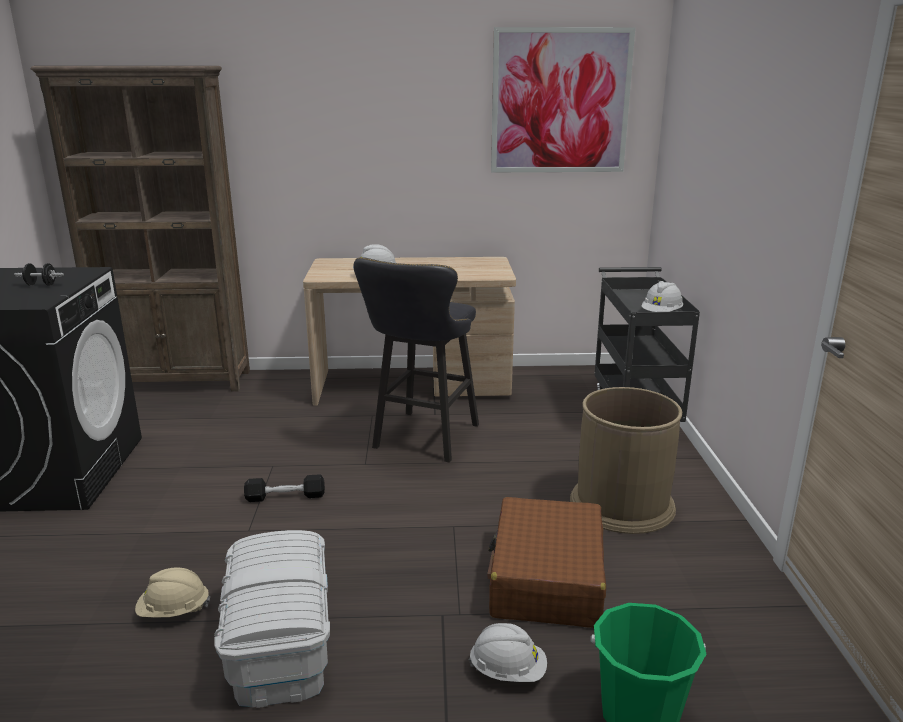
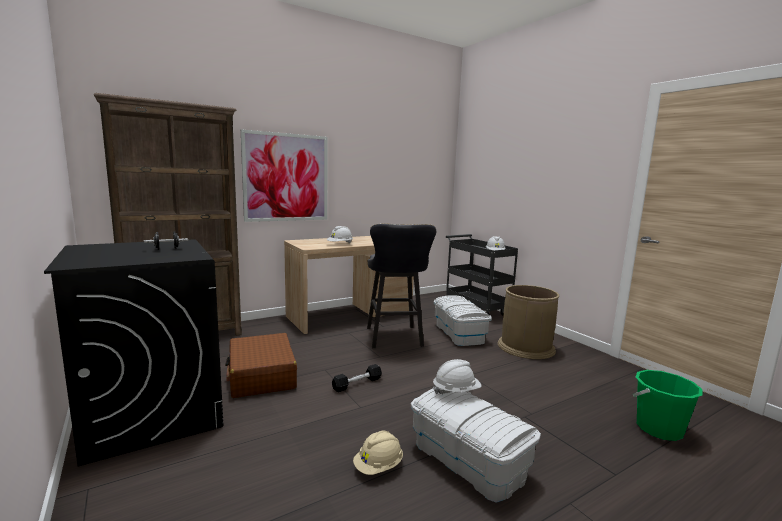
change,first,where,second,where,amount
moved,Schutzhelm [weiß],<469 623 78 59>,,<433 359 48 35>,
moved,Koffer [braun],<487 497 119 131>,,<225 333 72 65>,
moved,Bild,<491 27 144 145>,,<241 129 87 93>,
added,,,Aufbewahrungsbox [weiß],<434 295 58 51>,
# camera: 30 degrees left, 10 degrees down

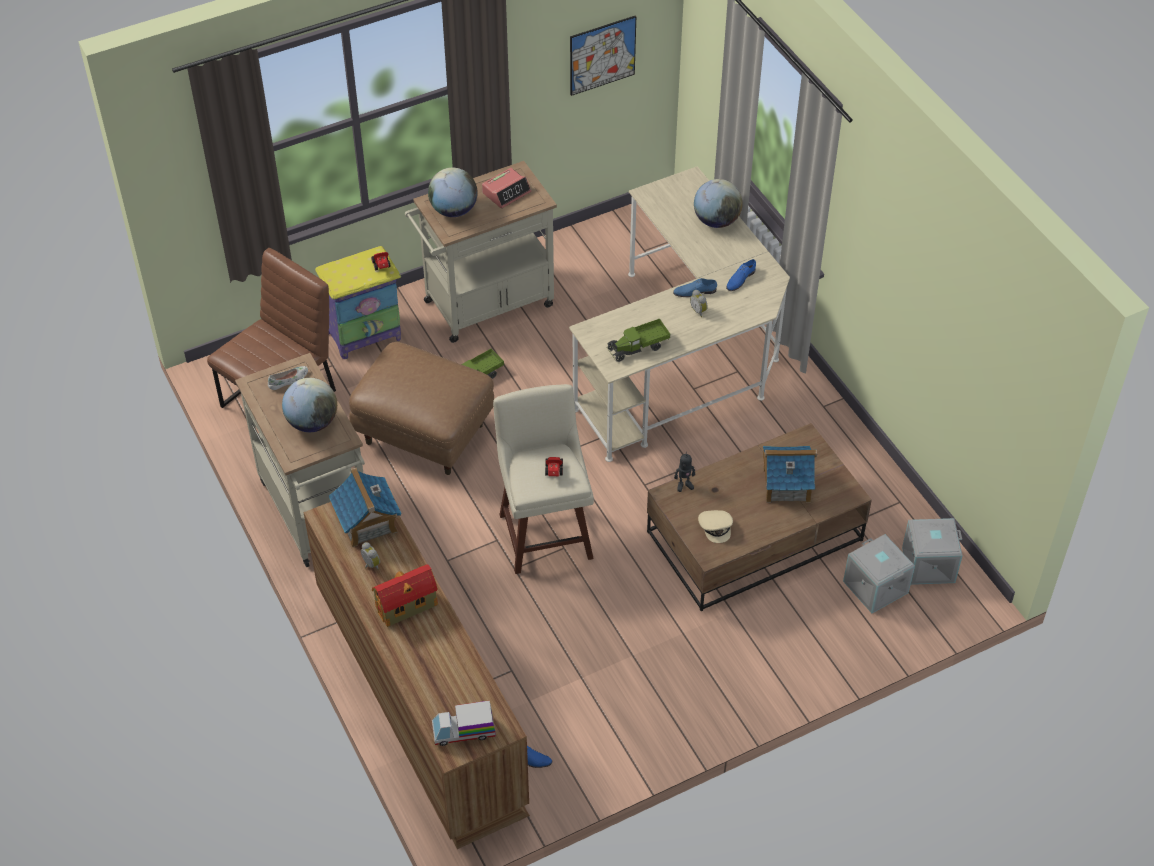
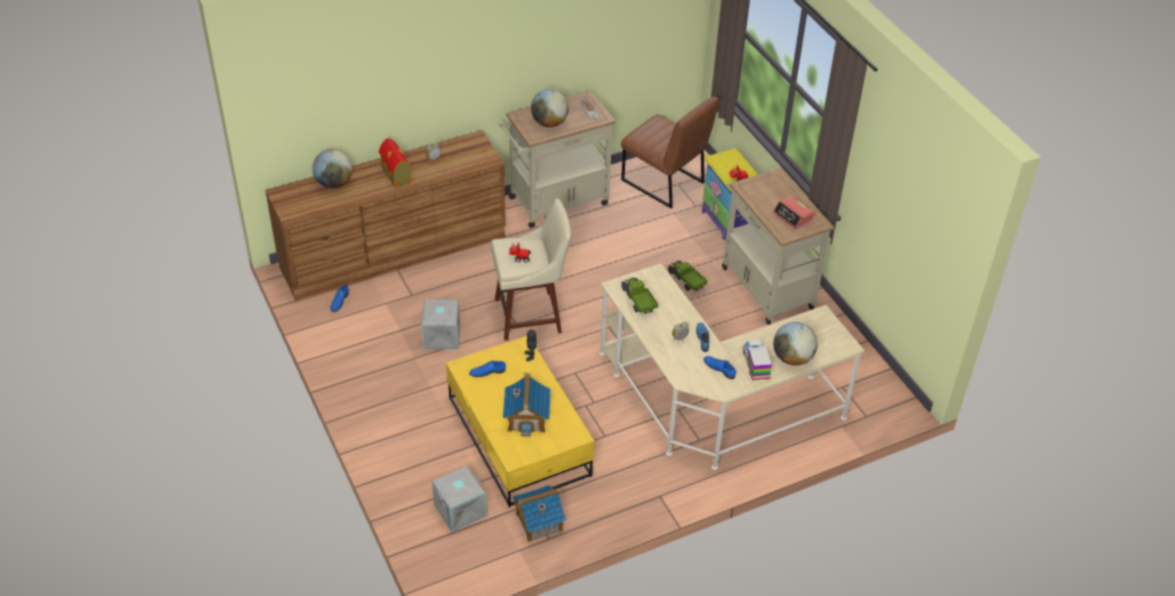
change,first,where,second,where,amount
moved,Spielzeughaus,<329 468 73 79>,,<512 485 54 57>,
removed,Polsterhocker [braun],<349 342 145 133>,,,
moved,Globus,<428 168 50 49>,,<313 149 39 40>,
moved,Spielzeuglaster,<432 700 64 46>,,<743 340 29 40>,
removed,Bild,<570 15 66 81>,,,
recoloured,Couchtisch [braun],<647 423 225 188>,Couchtisch [gelb],<446 336 148 171>,
replaced,Kappe [beige],<698 510 35 33>,Schuh [blau],<469 361 37 16>,
moved,Aufbewahrungsbox [grau],<902 518 61 67>,,<421 298 39 51>,
# camera: 90 degrees right, 5 degrees down

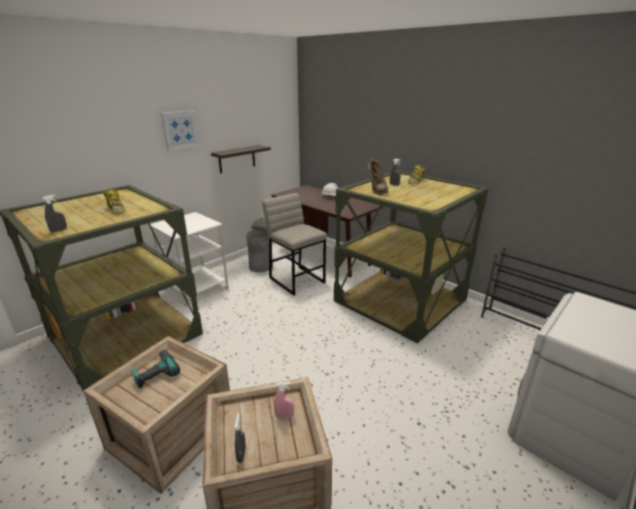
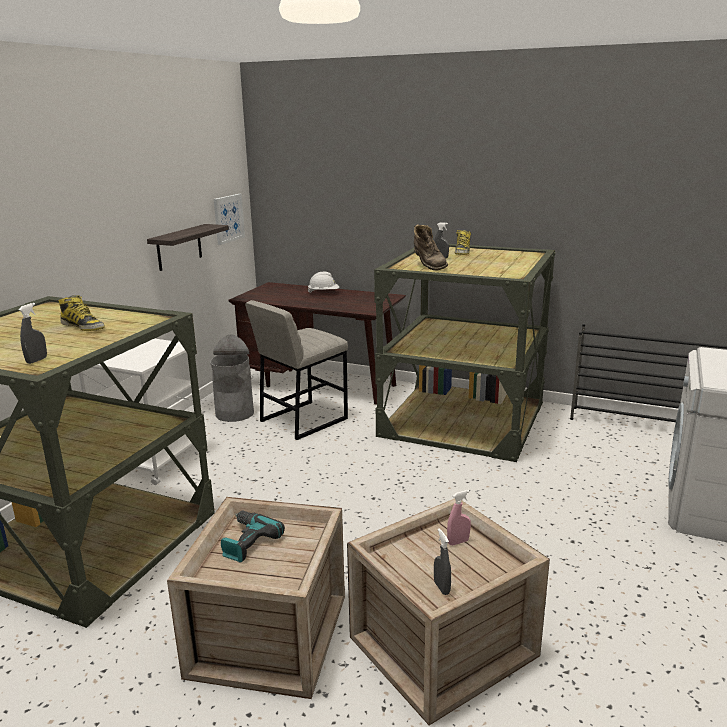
change,first,where,second,where,amount
moved,Bild,<161 110 39 41>,,<214 194 31 51>,
turned,Stuhl [grau],<262 193 65 103>,,<245 300 103 140>,75 degrees counterclockwise
# camera: 20 degrees left, 5 degrees down

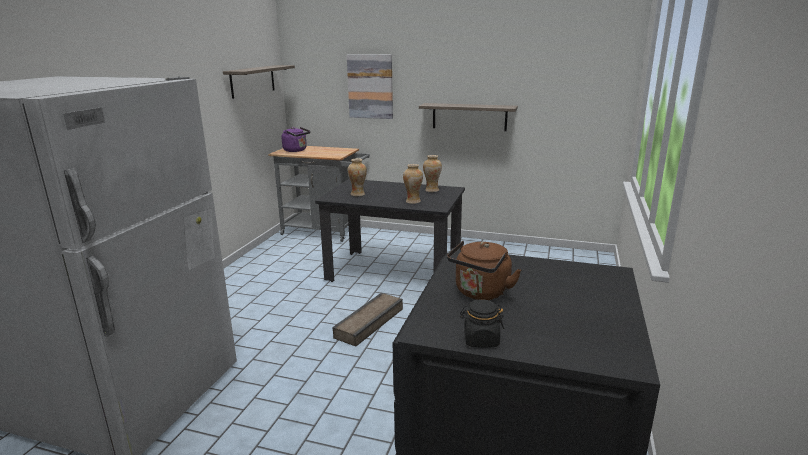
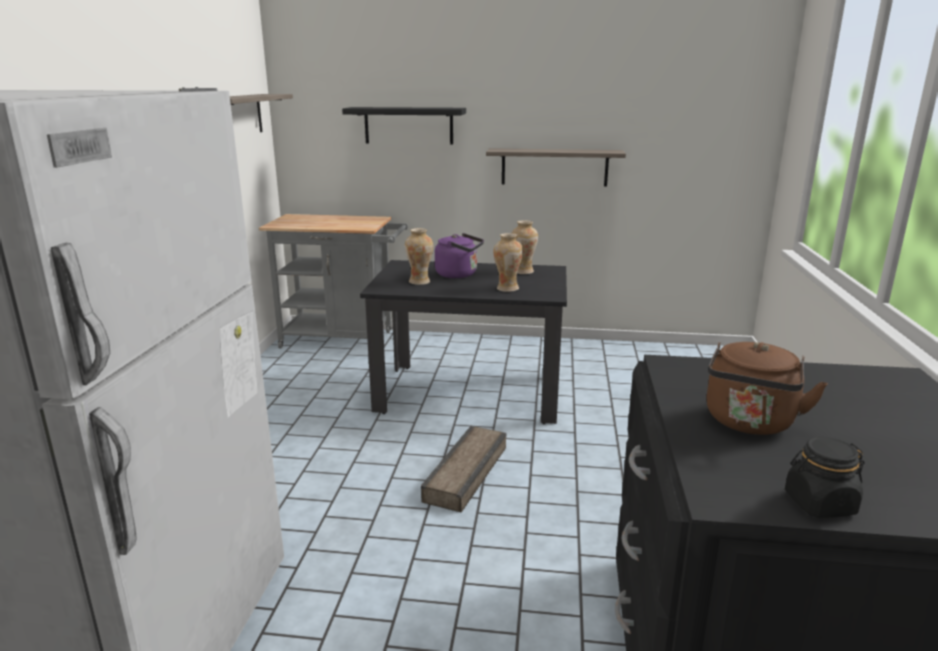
change,first,where,second,where,amount
moved,Wasserkessel [lila],<281 127 29 25>,,<435 233 49 45>,
replaced,Bild,<347 54 46 65>,Wandregal [schwarz],<342 107 124 38>,
# camera: 10 degrees left, 0 degrees up

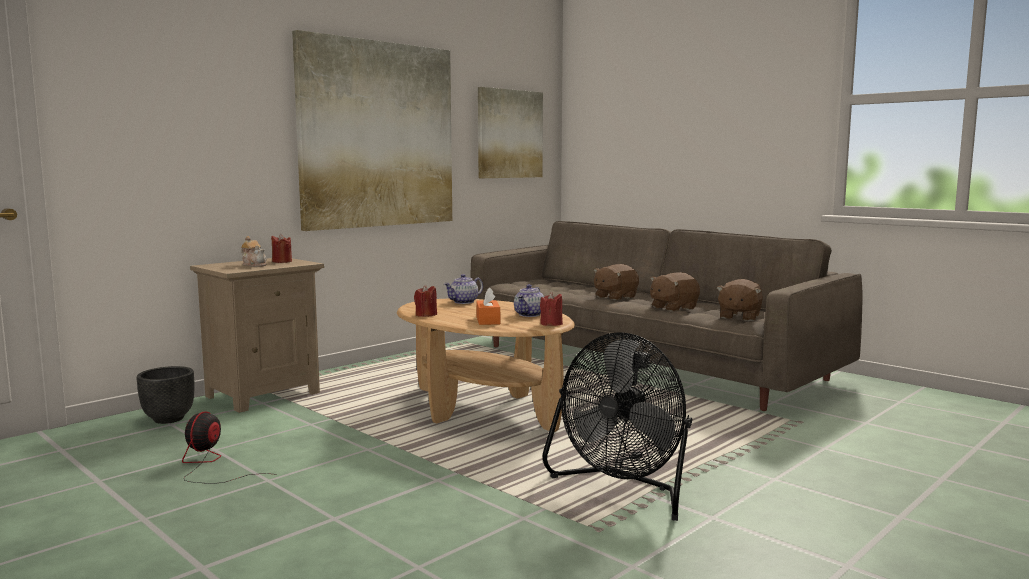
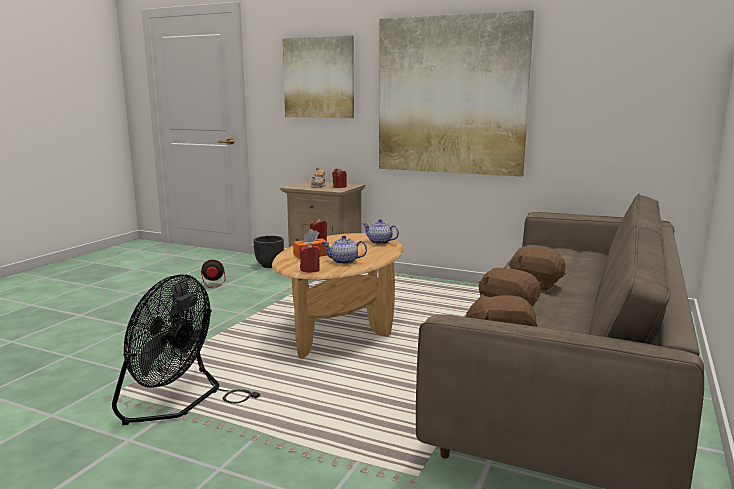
change,first,where,second,where,amount
moved,Bild,<478 87 65 91>,,<282 35 72 83>,
# camera: 70 degrees right, 5 degrees up

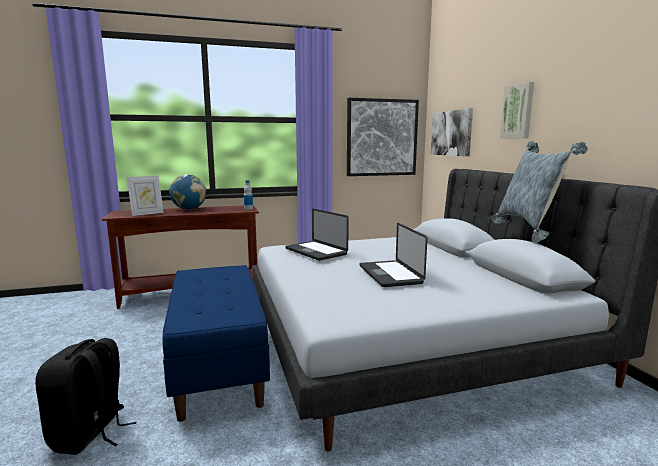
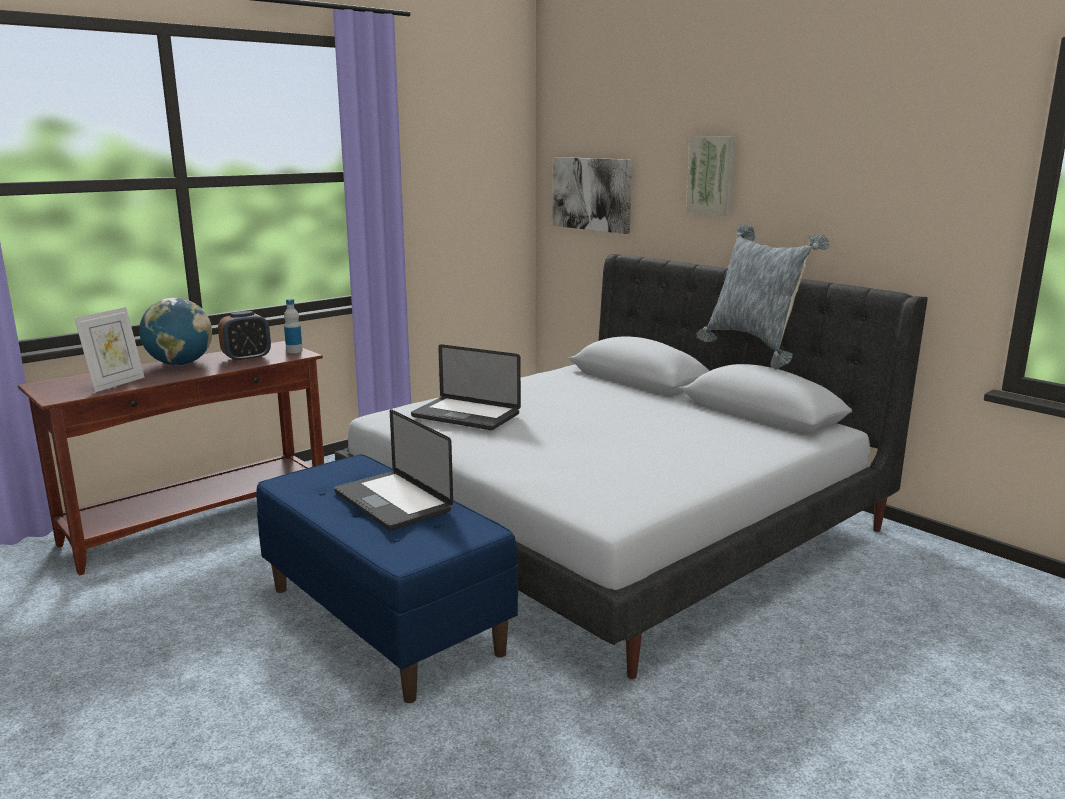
change,first,where,second,where,amount
removed,Rucksack [schwarz],<35 338 102 117>,,,
removed,Bild,<347 98 72 78>,,,
moved,Laptop,<360 223 67 64>,,<334 409 119 121>,
added,,,Wecker,<218 311 53 51>,
# camera: 25 degrees left, 5 degrees up

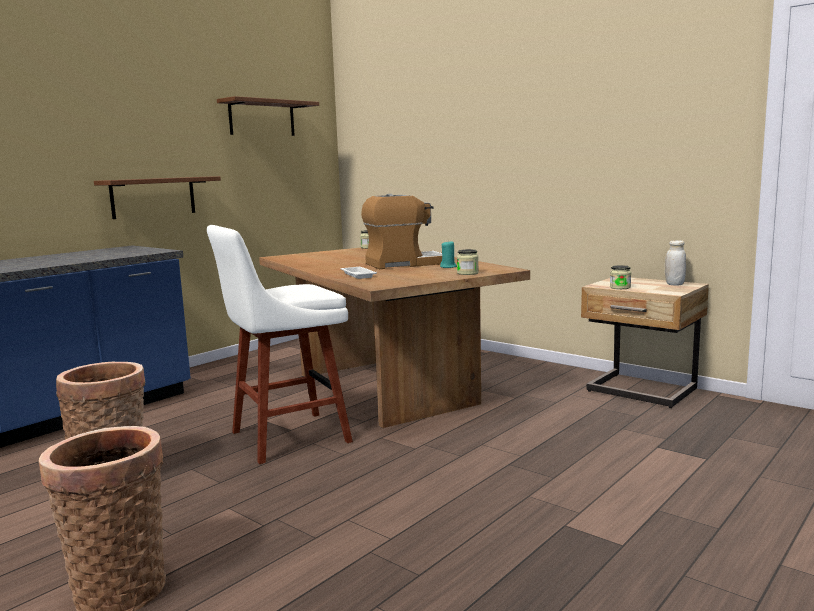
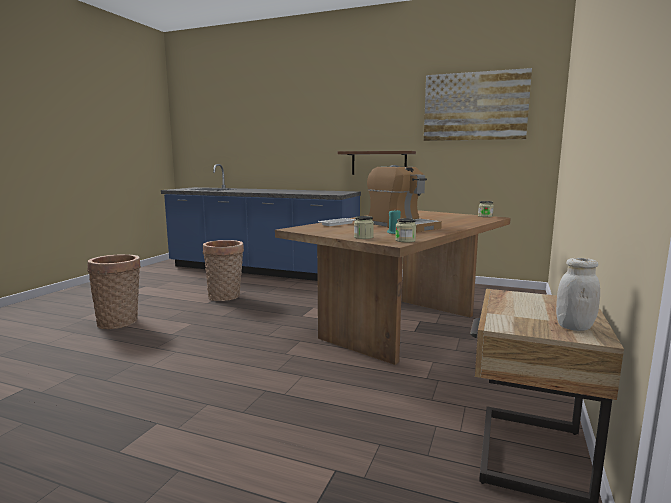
change,first,where,second,where,amount
removed,Hocker [weiß],<207 225 146 239>,,,
replaced,Wandregal [braun],<217 96 102 40>,Bild,<424 68 108 73>,
moved,Vorratsglas,<610 265 21 24>,,<395 218 21 24>,
# camera: 70 degrees right, 0 degrees up

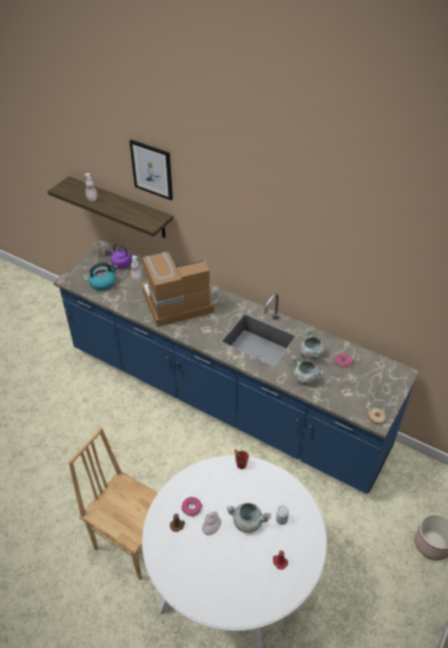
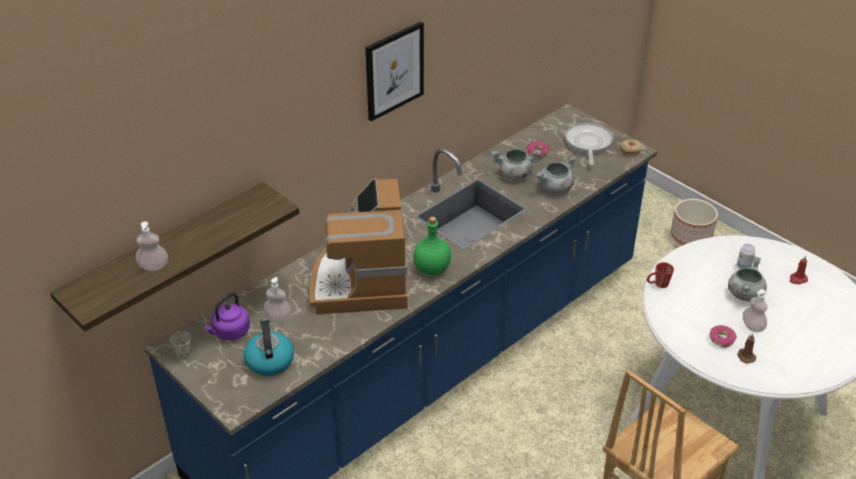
change,first,where,second,where,amount
moved,Bild,<130 140 43 60>,,<365 21 59 100>,
added,,,Flasche [grün],<413 217 38 58>,
added,,,Pfanne,<565 123 48 42>,
# camera: 75 degrees left, 5 degrees down

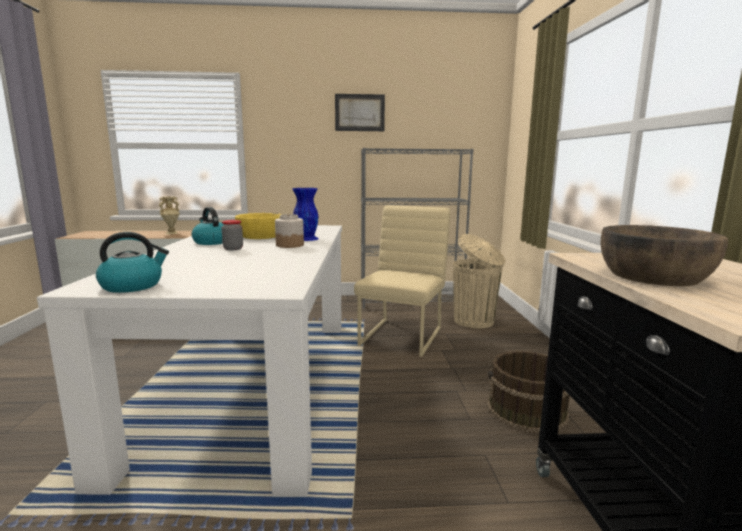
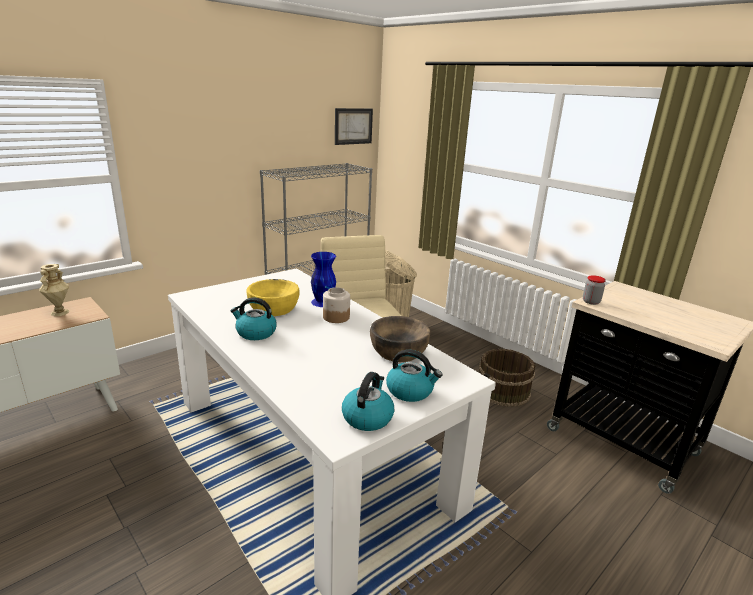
change,first,where,second,where,amount
moved,Vorratsglas,<222 220 21 30>,,<583 275 23 30>,
moved,Bild,<335 94 50 37>,,<335 108 38 37>,
moved,Schüssel [braun],<601 225 127 61>,,<370 316 60 46>,
added,,,Wasserkessel,<386 350 56 52>,
# camera: 40 degrees left, 10 degrees up

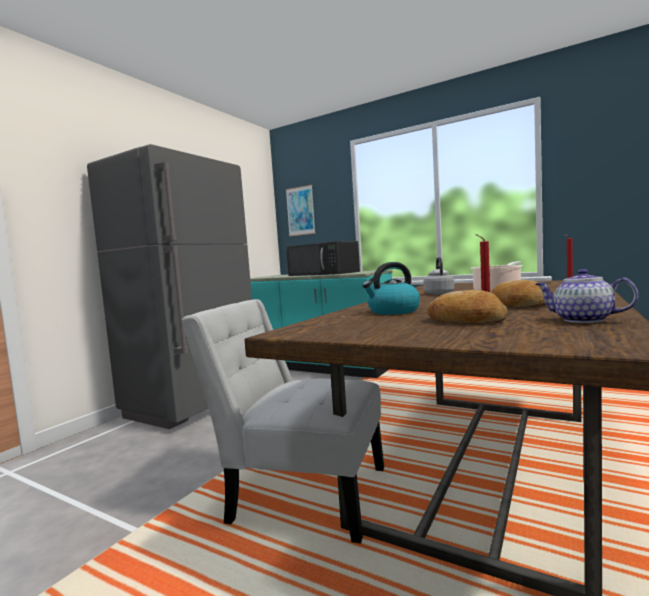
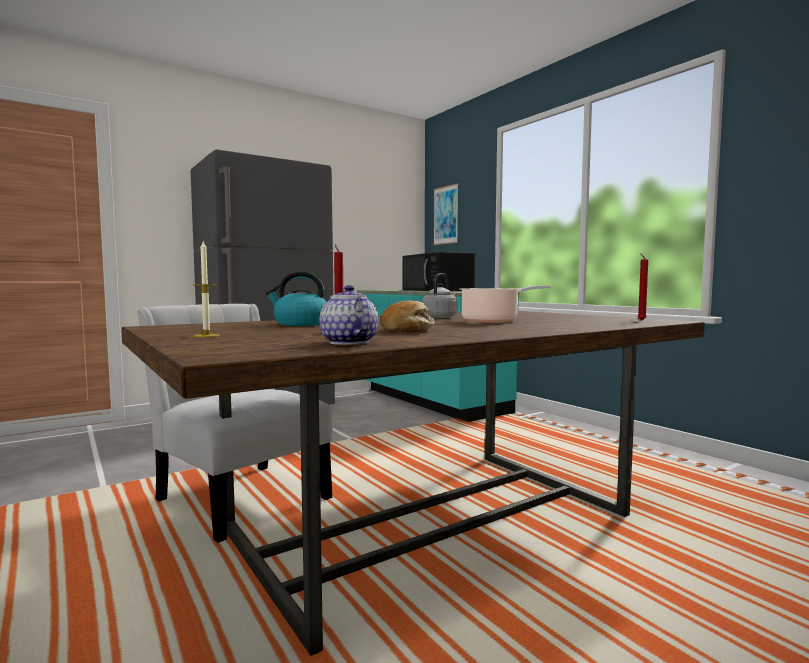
change,first,where,second,where,amount
removed,Brot,<427 290 81 34>,,,
added,,,Kerze,<193 241 27 96>,
# camera: 25 degrees right, 0 degrees up

